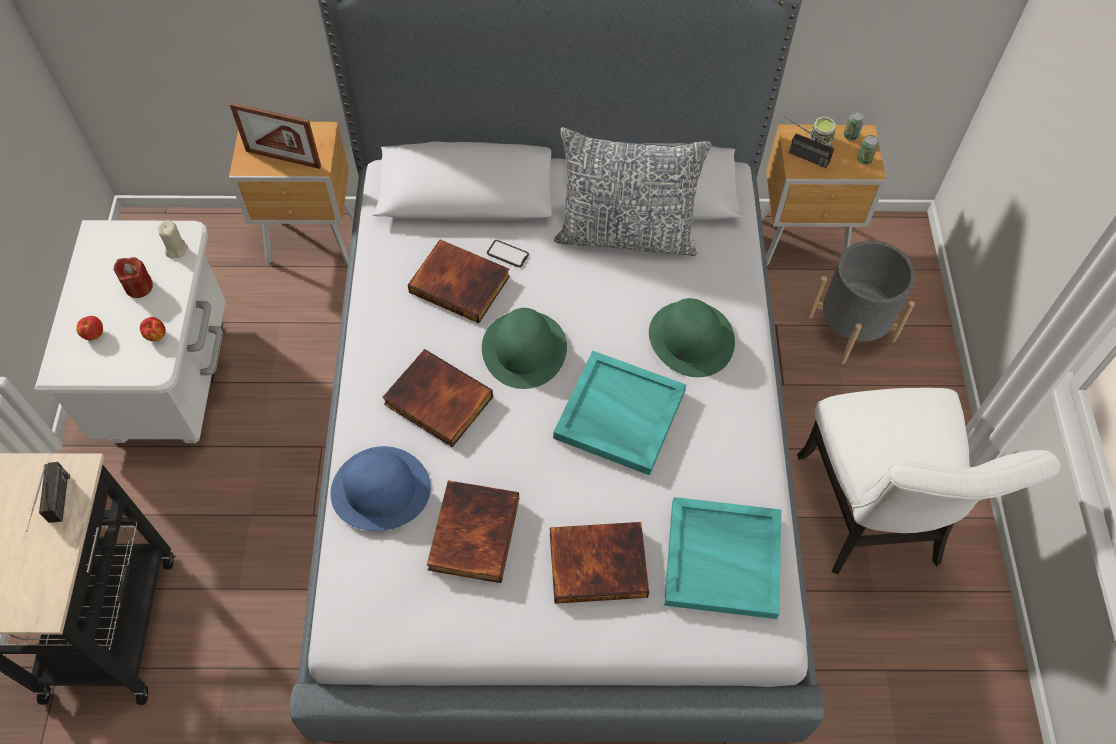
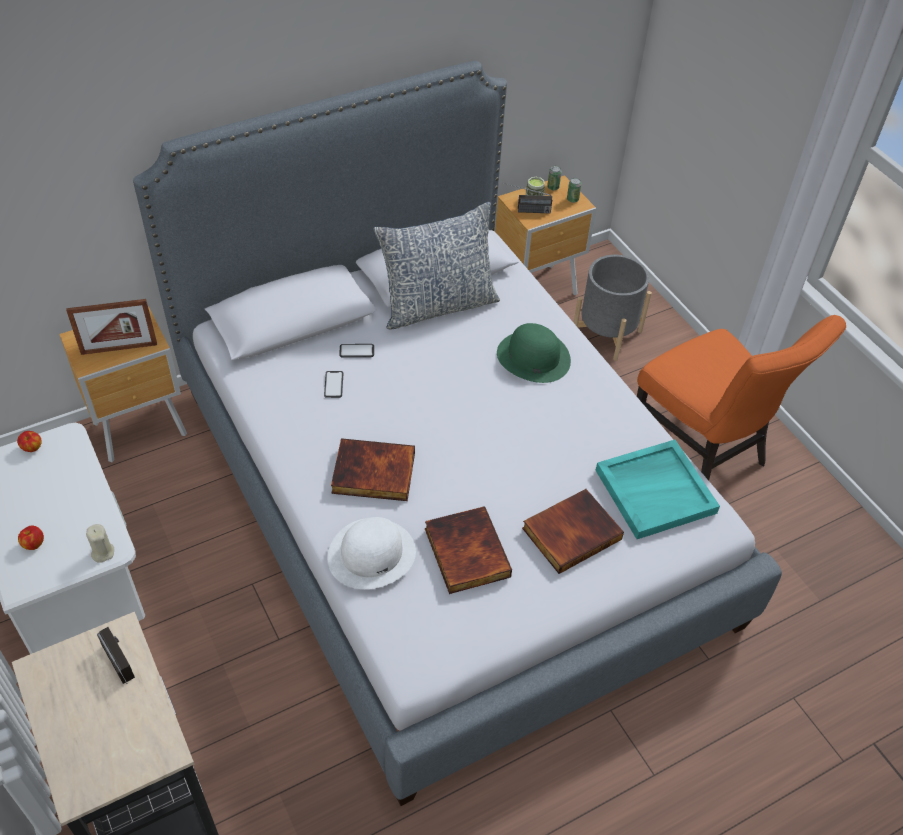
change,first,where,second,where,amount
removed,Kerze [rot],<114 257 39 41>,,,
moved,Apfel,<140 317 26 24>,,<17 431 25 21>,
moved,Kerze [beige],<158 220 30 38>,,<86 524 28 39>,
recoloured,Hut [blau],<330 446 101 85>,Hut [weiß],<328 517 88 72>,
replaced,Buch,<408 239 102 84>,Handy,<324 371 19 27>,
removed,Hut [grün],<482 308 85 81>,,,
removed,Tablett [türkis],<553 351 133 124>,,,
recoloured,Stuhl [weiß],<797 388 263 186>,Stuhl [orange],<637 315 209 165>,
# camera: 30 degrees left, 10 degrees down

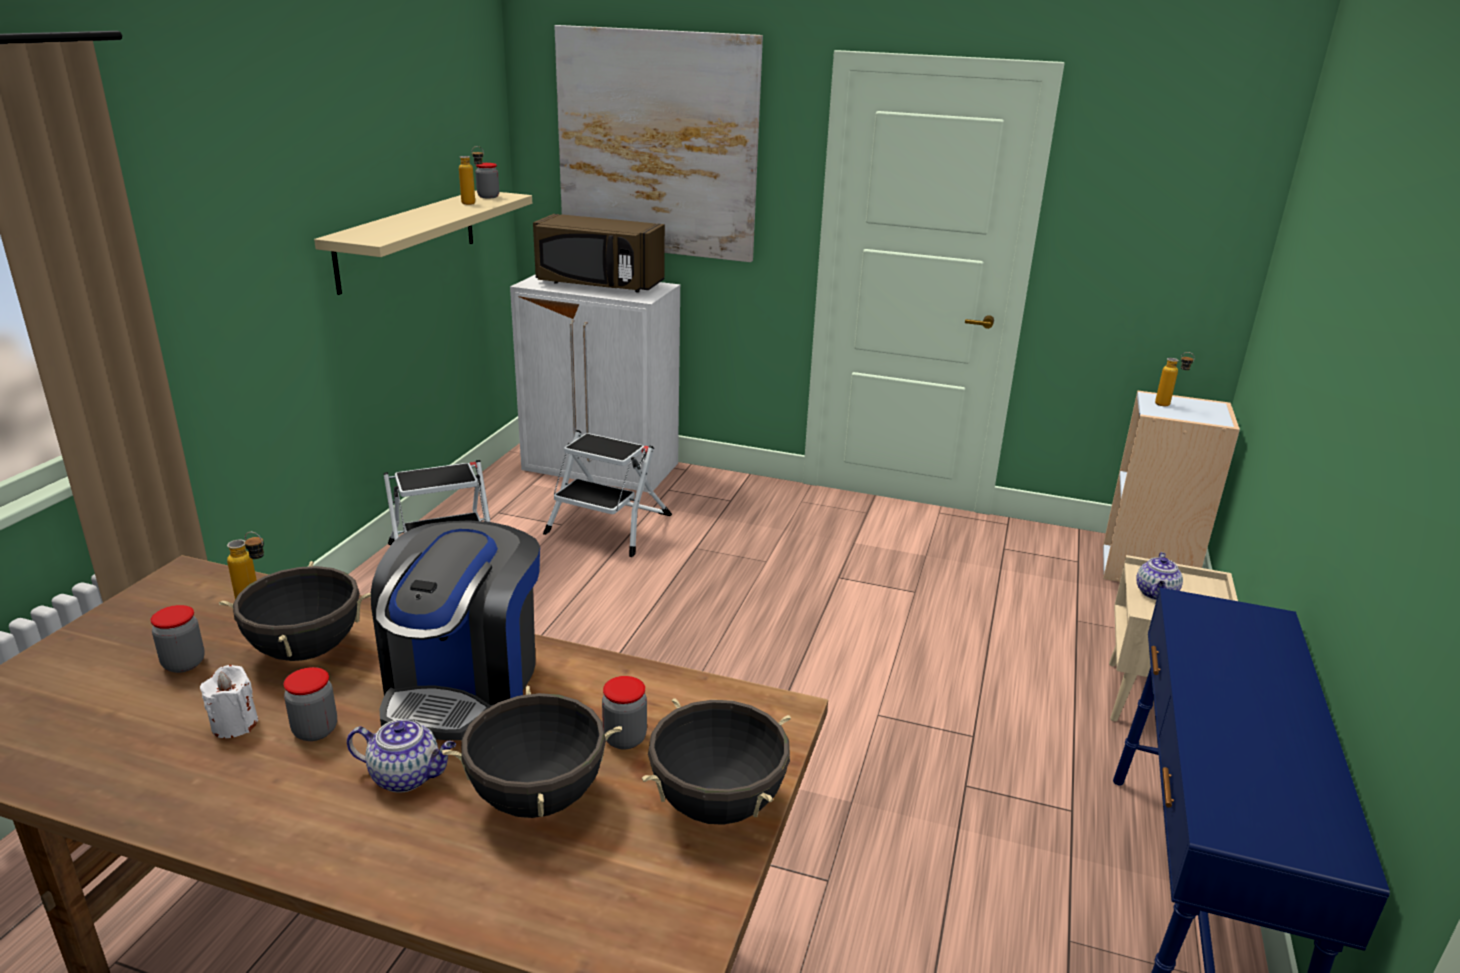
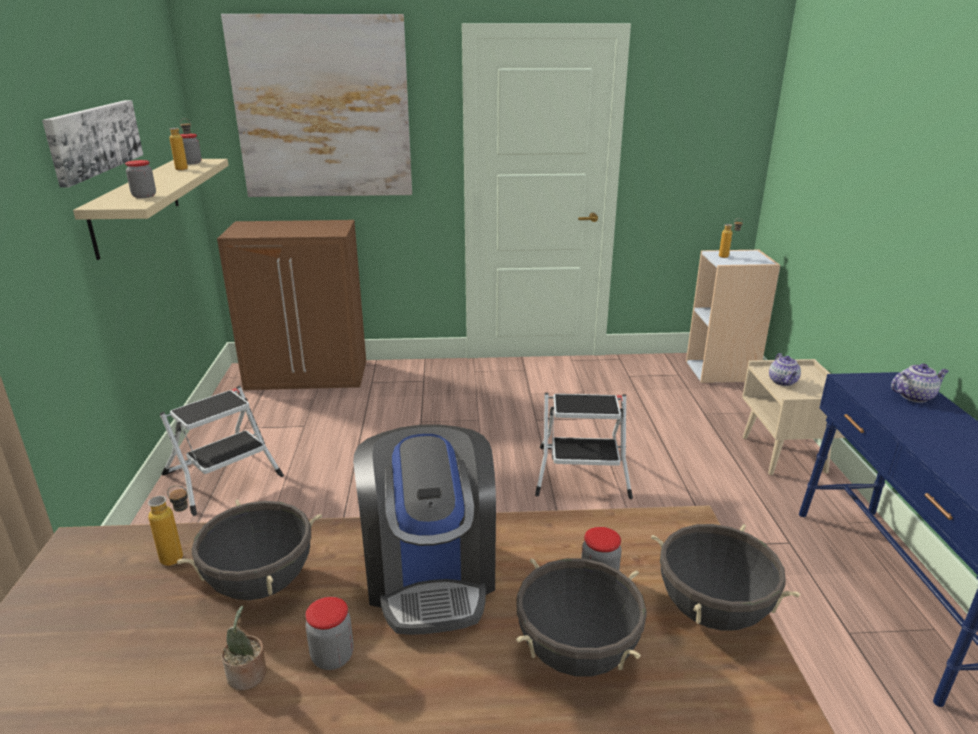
change,first,where,second,where,amount
moved,Vorratsglas,<151 605 54 68>,,<125 160 31 38>,
replaced,Kerze [weiß],<200 665 58 73>,Topfpflanze,<222 606 45 84>,
moved,Teekanne,<347 719 109 74>,,<891 363 58 40>,
recoloured,Schrank [weiß],<510 274 170 218>,Schrank [braun],<217 220 149 170>,
removed,Mikrowelle [braun],<533 214 132 79>,,,
moved,Trittleiter,<543 430 129 127>,,<535 393 98 106>,
added,,,Bild,<42 100 101 88>,
# camera: 20 degrees left, 0 degrees up

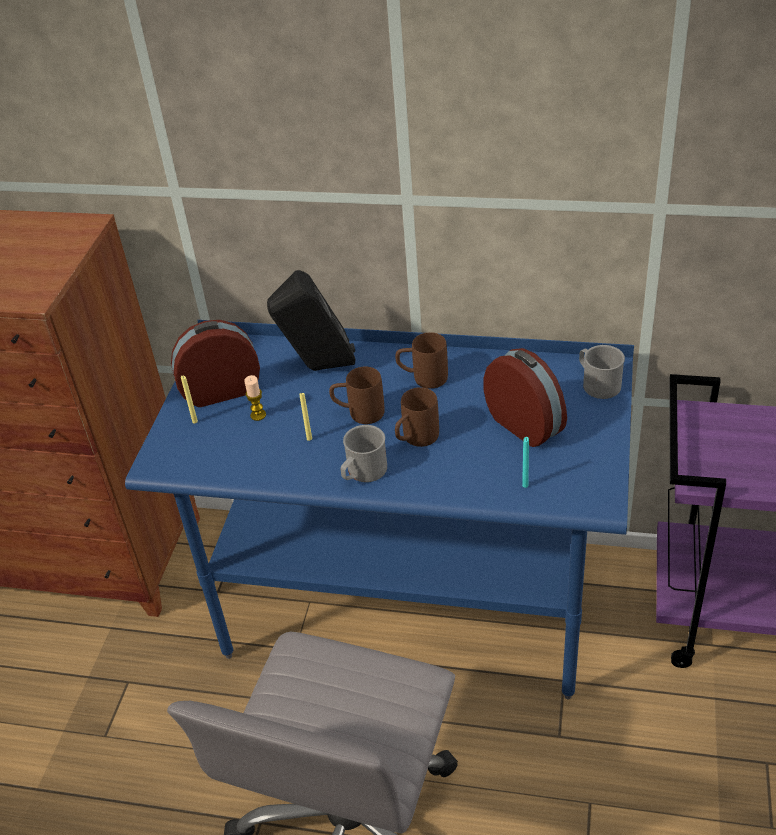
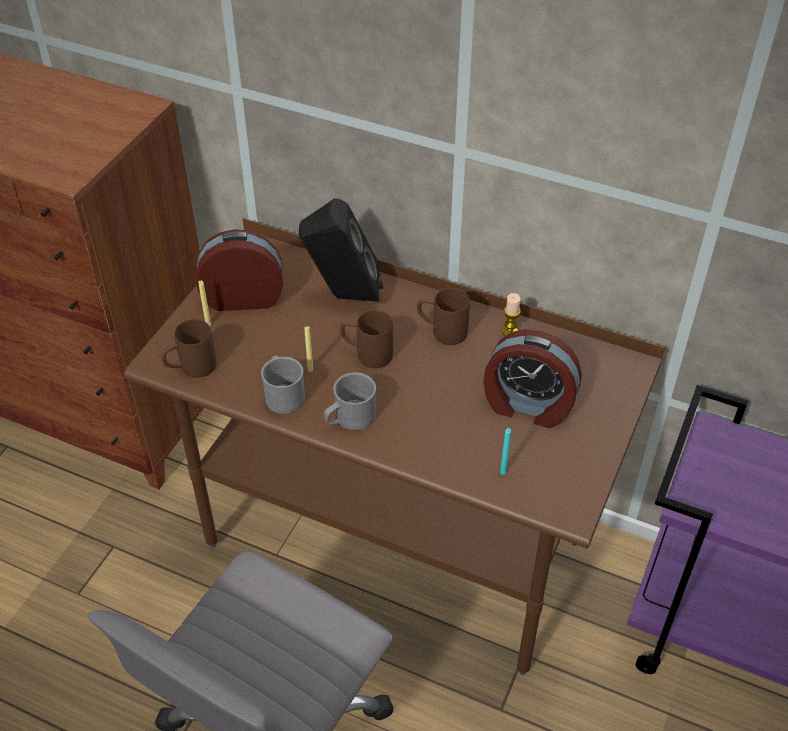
change,first,where,second,where,amount
recoloured,Schreibtisch [blau],<125 320 509 380>,Schreibtisch [braun],<124 218 541 457>,
moved,Kerze,<244 375 22 46>,,<502 293 19 43>,
moved,Henkelbecher [braun],<395 387 44 60>,,<161 319 55 59>,
turned,Wecker,<483 348 84 99>,,<483 329 99 99>,135 degrees clockwise
moved,Henkelbecher [grau],<579 345 46 54>,,<261 355 44 59>,
# camera: 10 degrees right, 5 degrees up

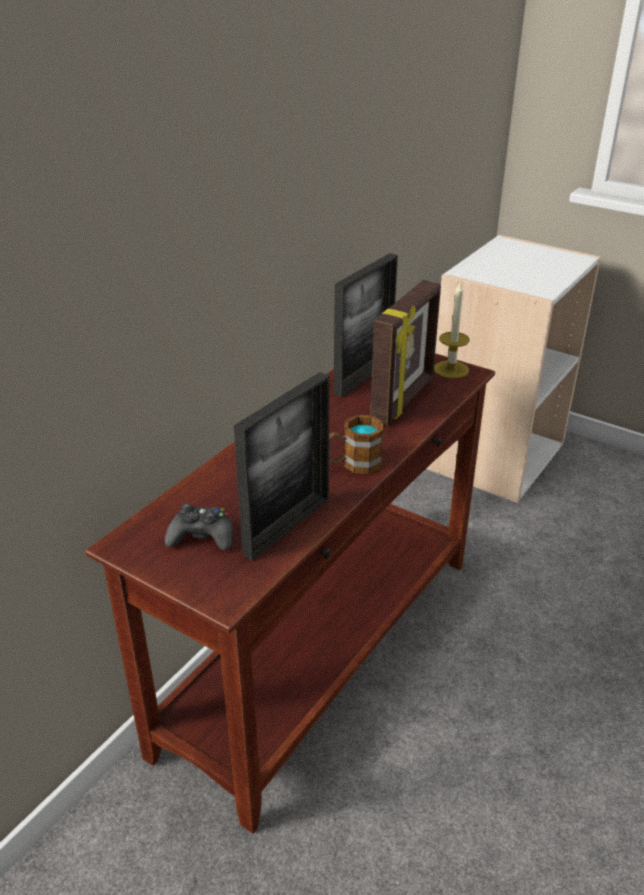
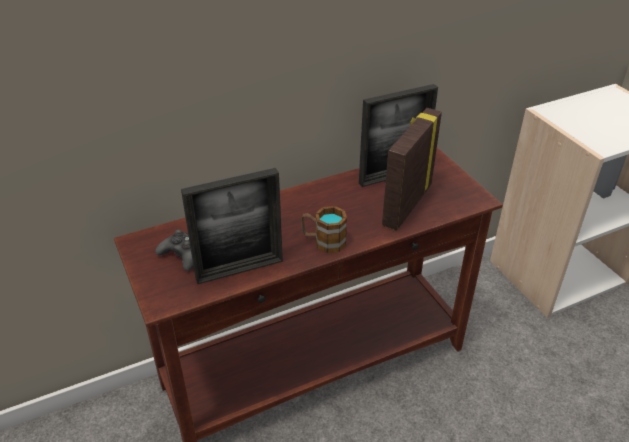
change,first,where,second,where,amount
turned,Bilderrahmen,<370 280 71 145>,,<382 108 60 123>,150 degrees clockwise
removed,Kerze,<434 281 36 97>,,,
# camera: 30 degrees right, 5 degrees up

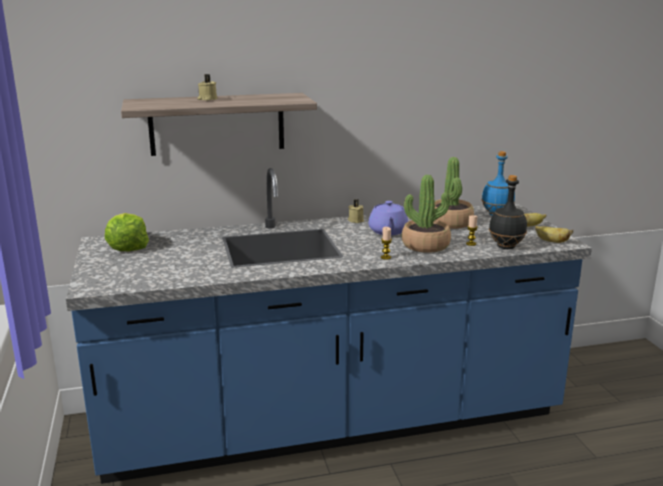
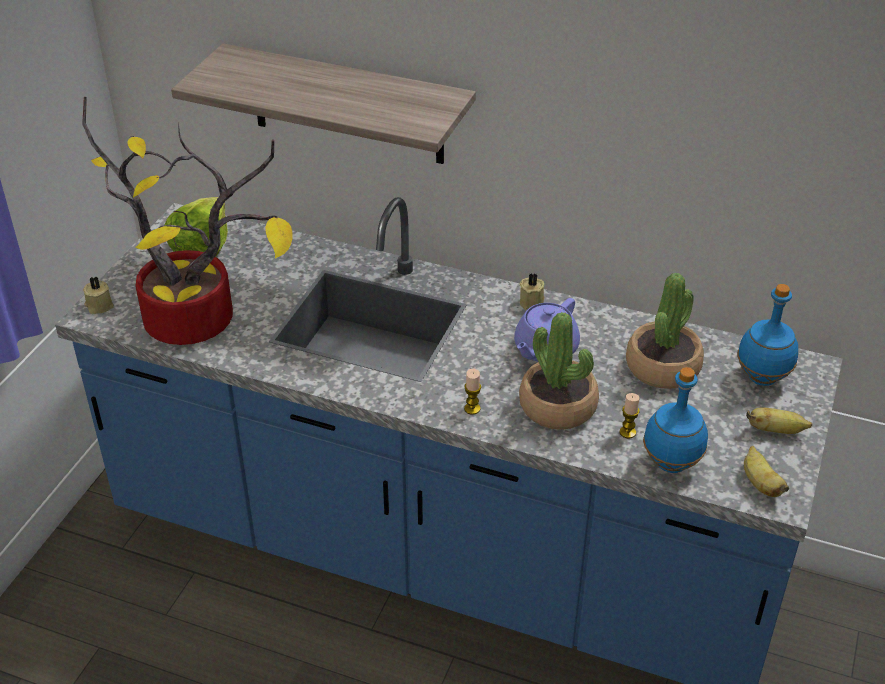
change,first,where,second,where,amount
moved,Kerze [beige],<198 74 20 26>,,<83 277 31 37>,
recoloured,Flasche [schwarz],<489 175 38 74>,Flasche [blau],<643 367 65 106>,
added,,,Topfpflanze,<82 97 211 248>,
# camera: 35 degrees right, 20 degrees up

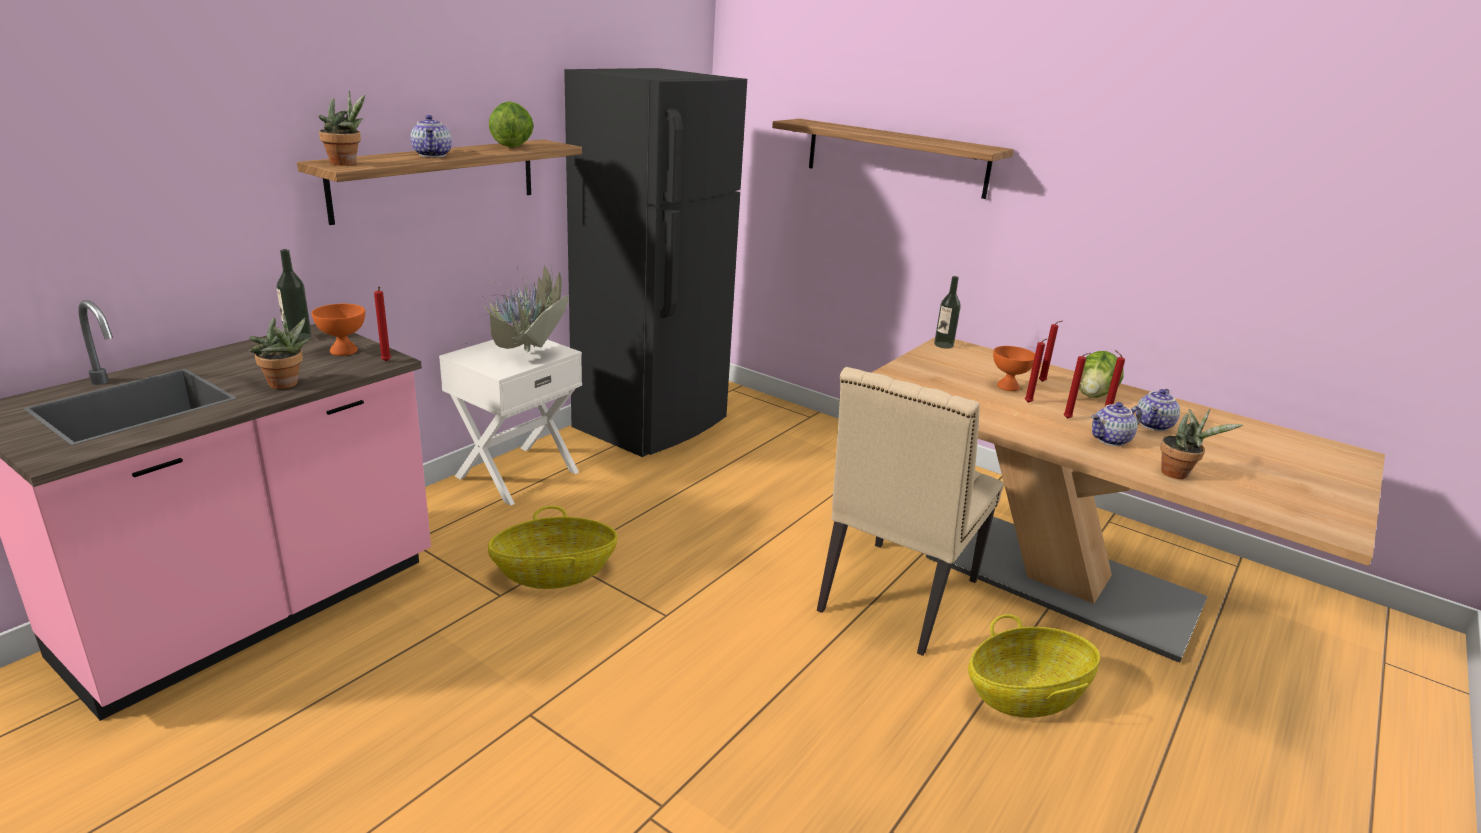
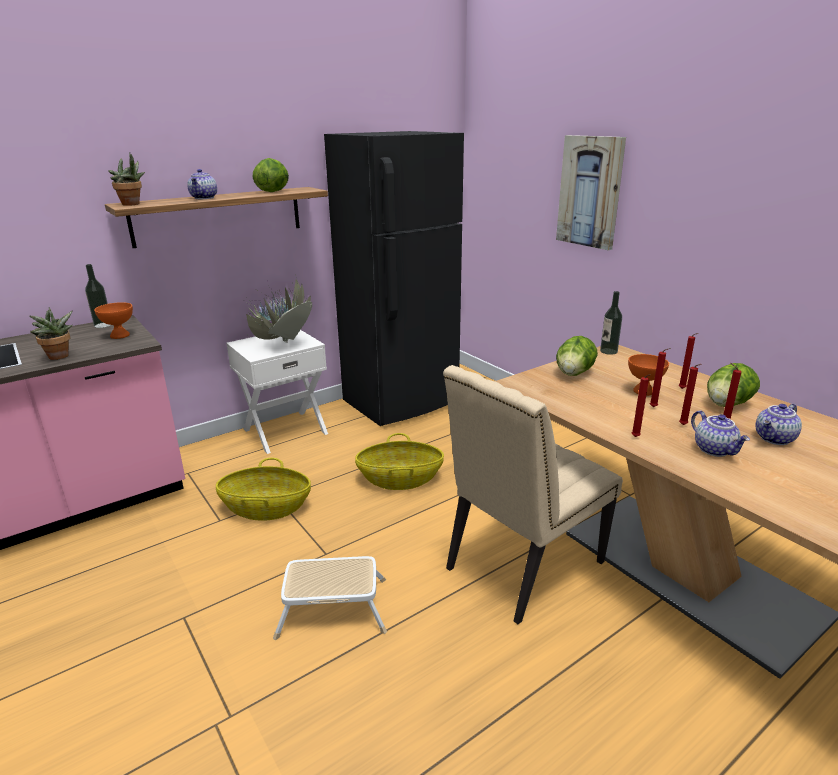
change,first,where,second,where,amount
moved,Kerze [rot],<374 286 17 76>,,<632 374 18 63>,
replaced,Wandregal,<772 119 242 80>,Bild,<556 135 70 115>,
moved,Korb,<968 614 132 104>,,<355 433 89 57>,
turned,Teekanne,<1091 402 51 44>,,<691 410 59 47>,105 degrees counterclockwise
removed,Topfpflanze,<1160 409 83 70>,,,
added,,,Trittleiter [beige],<273 556 114 84>,
added,,,Salatkopf,<556 336 42 40>,
# camera: 20 degrees right, 0 degrees up

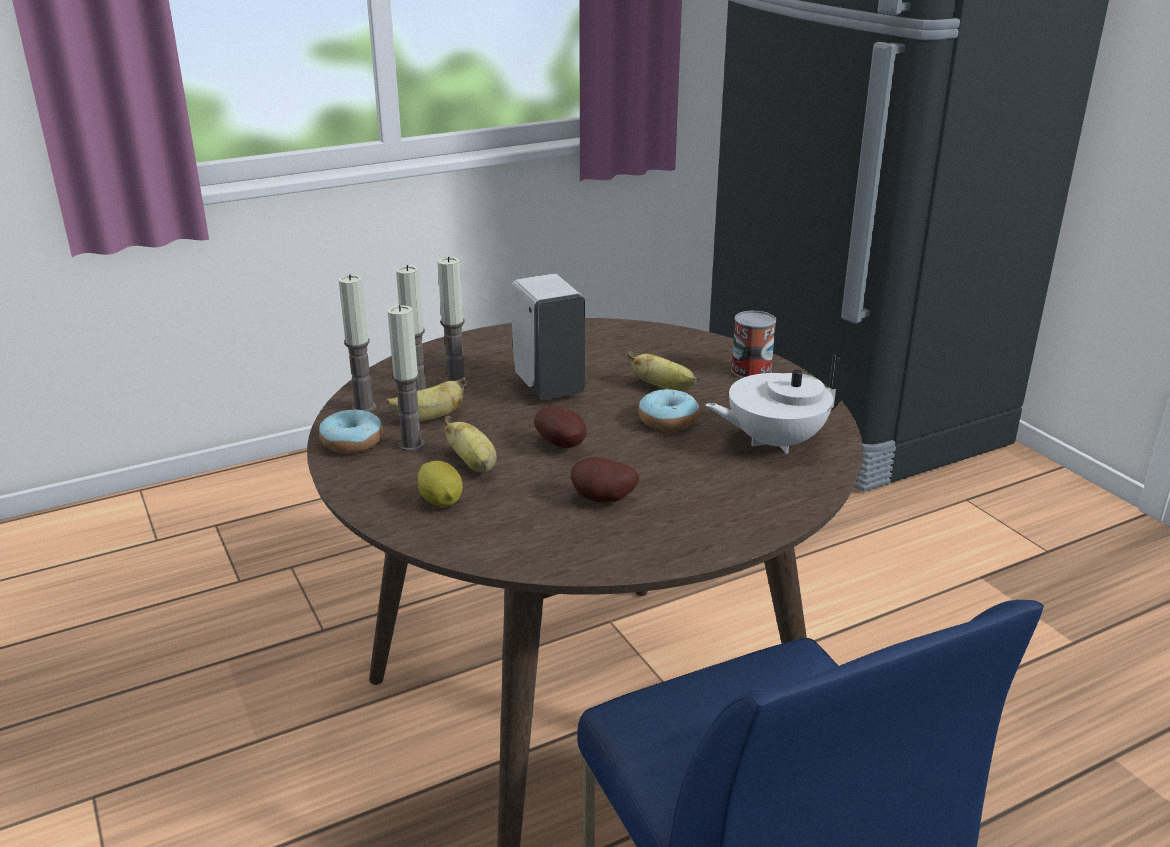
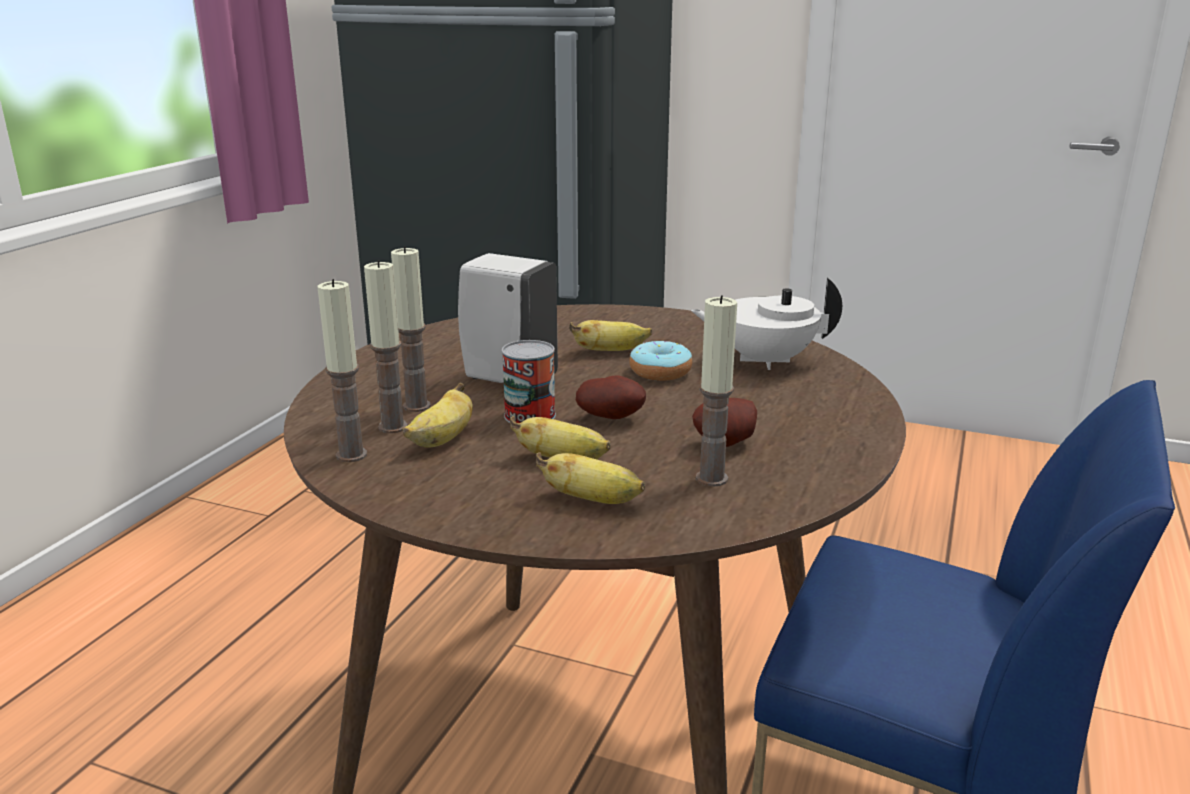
change,first,where,second,where,amount
removed,Donut,<319 408 64 46>,,,
moved,Kerze,<388 305 36 146>,,<696 295 41 192>,
replaced,Zitrone,<418 461 45 46>,Banane,<536 452 109 52>,
turned,Teekanne [weiß],<705 354 143 100>,,<691 278 151 92>,60 degrees clockwise
moved,Dose,<731 311 46 67>,,<502 340 54 83>,
# camera: 40 degrees left, 5 degrees down

